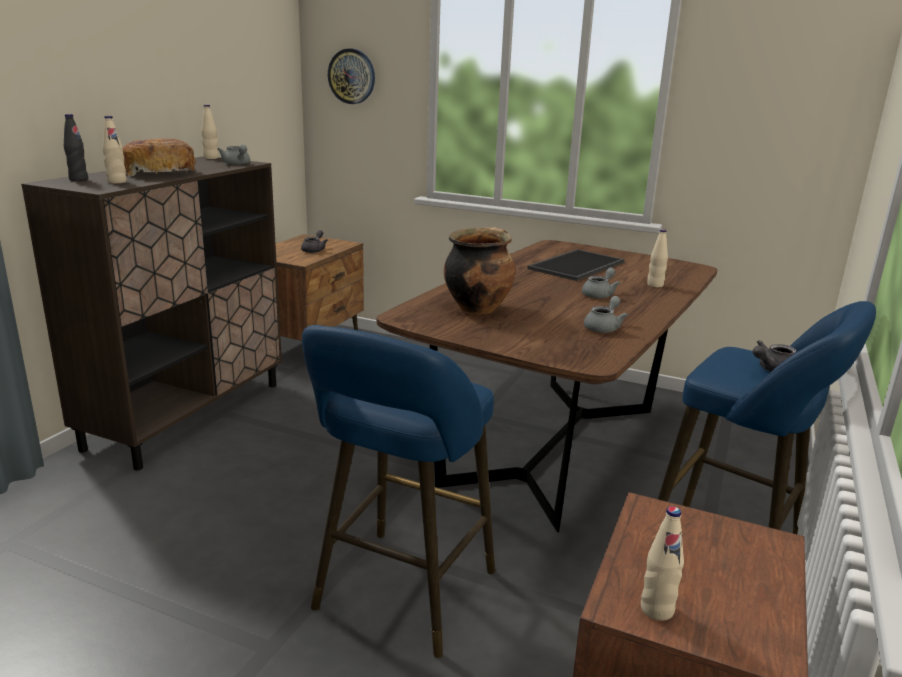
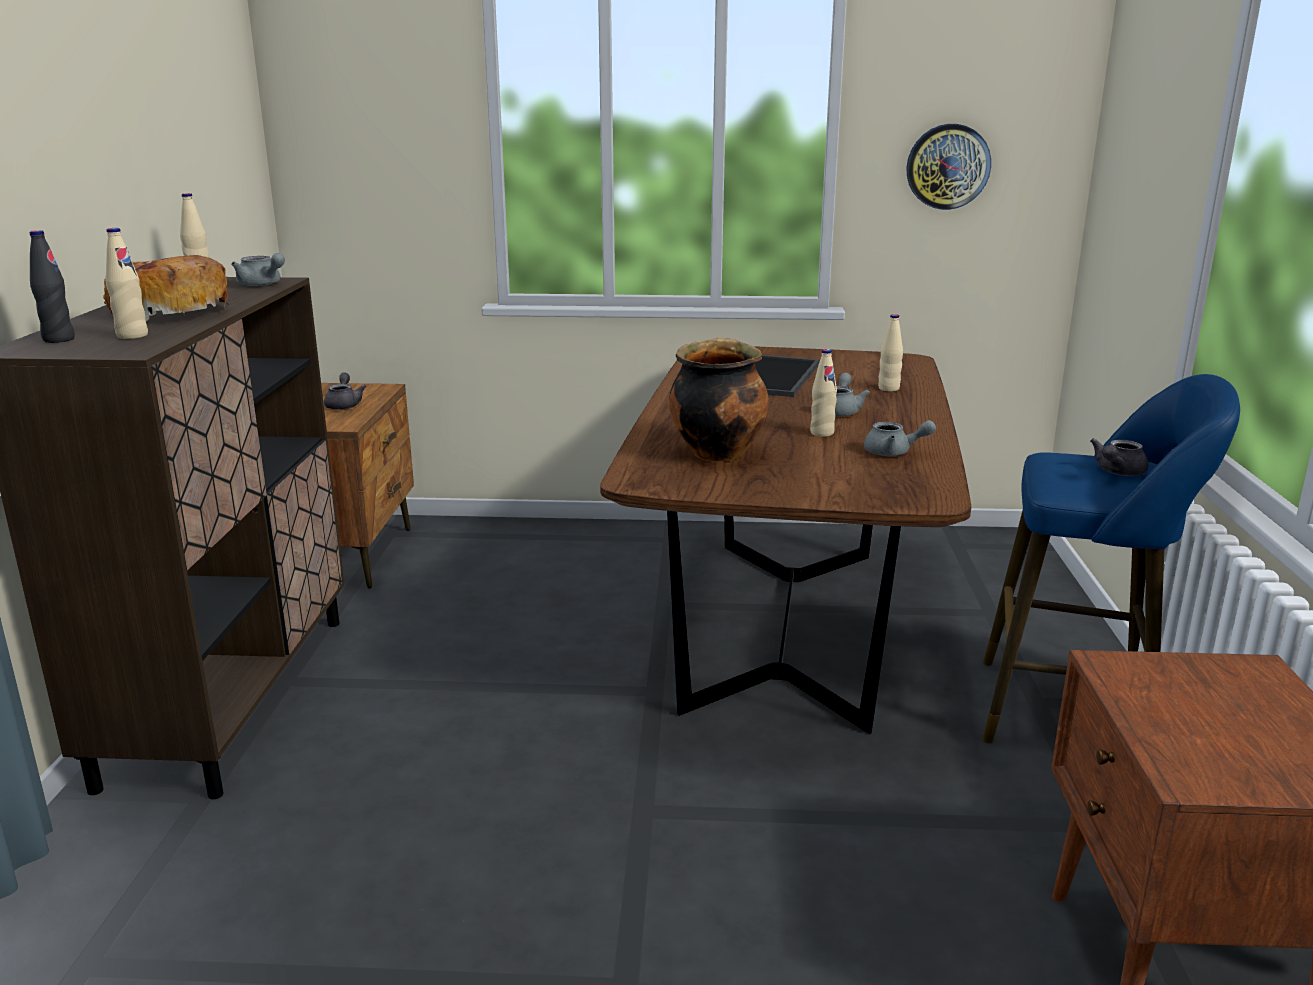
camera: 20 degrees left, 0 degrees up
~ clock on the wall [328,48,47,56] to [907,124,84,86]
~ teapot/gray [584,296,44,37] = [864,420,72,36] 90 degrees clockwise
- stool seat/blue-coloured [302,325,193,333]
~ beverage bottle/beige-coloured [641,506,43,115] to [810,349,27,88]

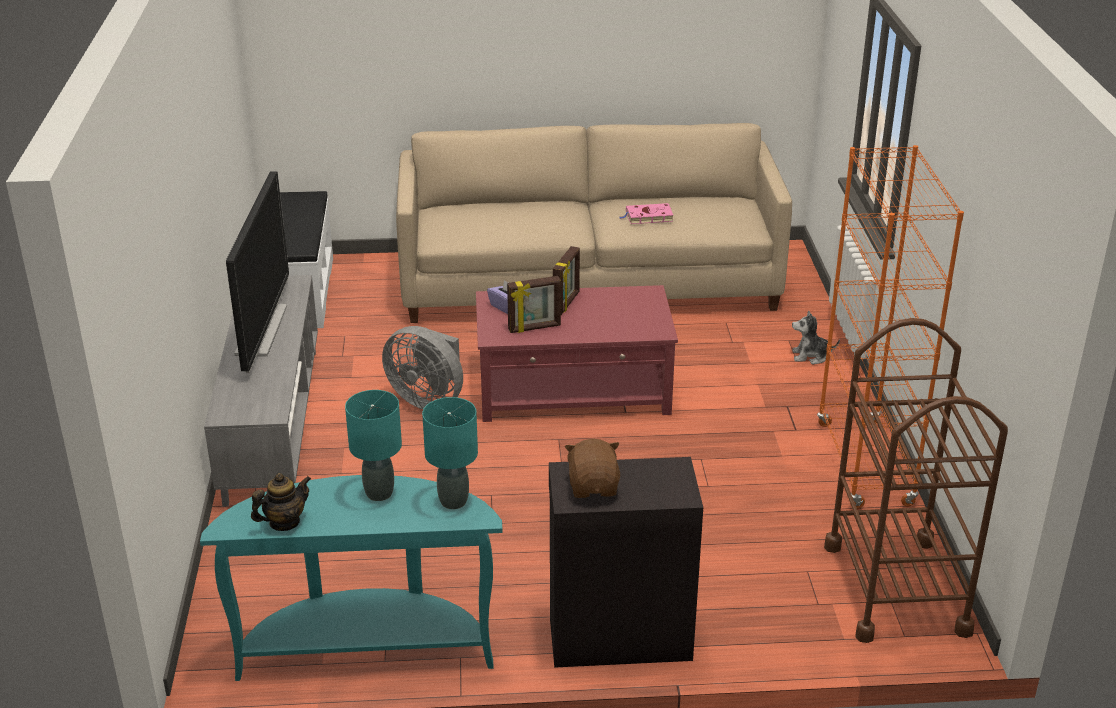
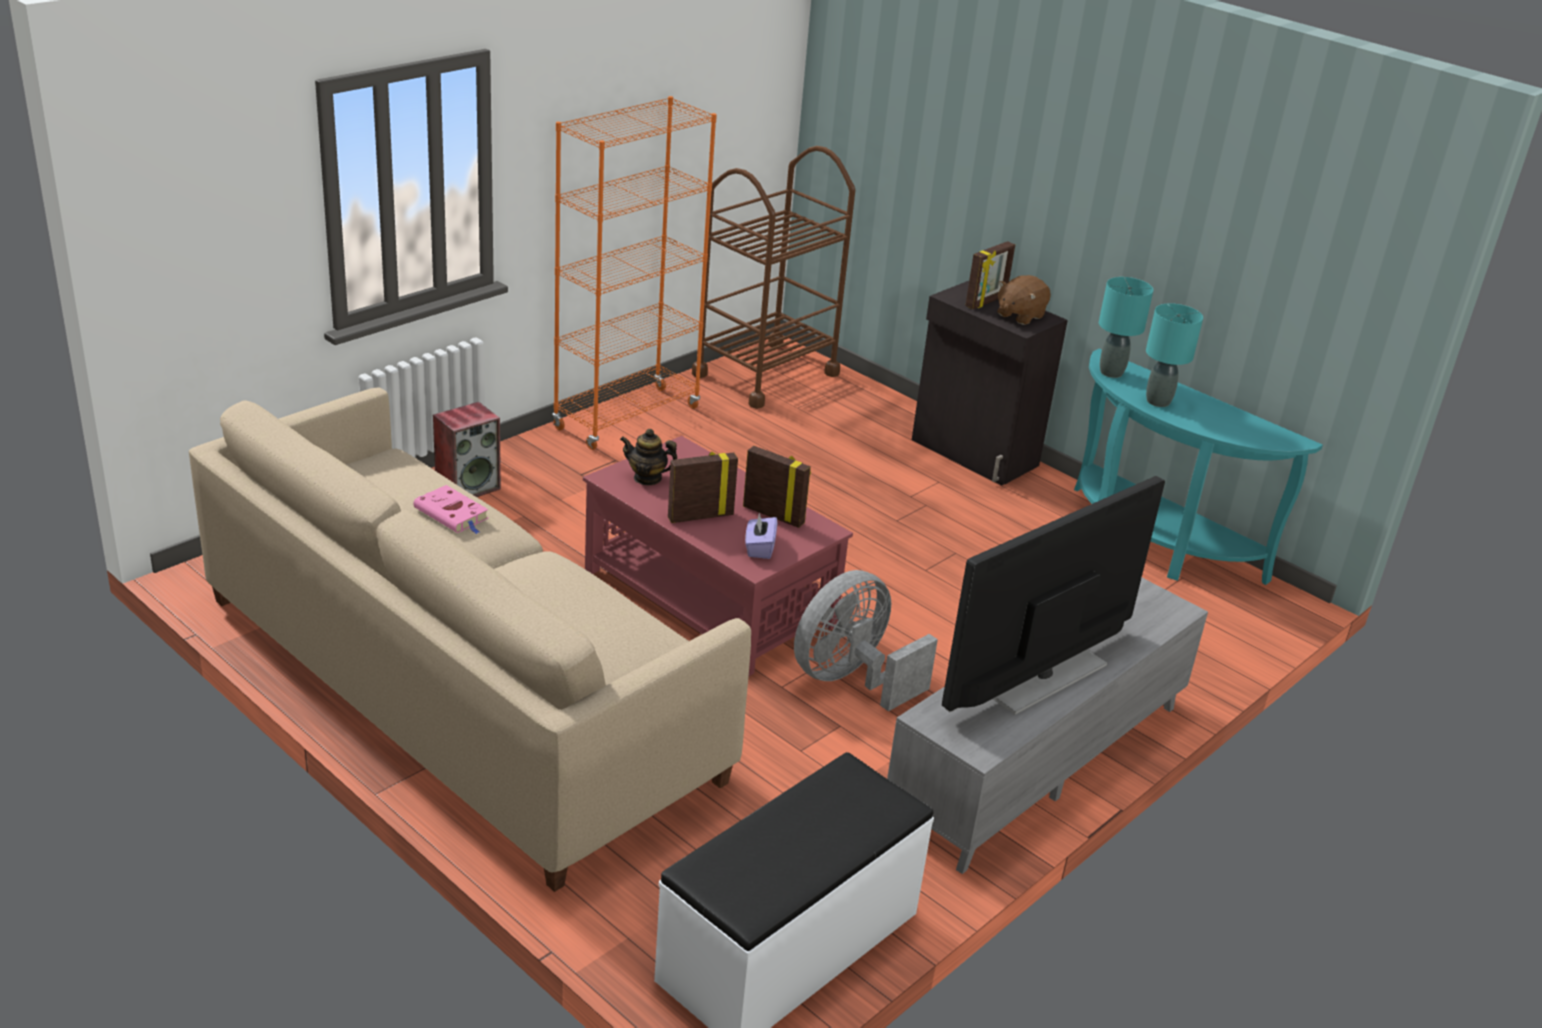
camera: 135 degrees left, 0 degrees up
~ plush toy [792,310,48,54] to speaker [433,402,68,95]
~ electric fan/gray [382,326,81,83] = [794,570,144,141] 120 degrees counterclockwise
~ teapot [251,473,60,58] to [620,429,57,56]
+ standing frame [965,241,50,68]

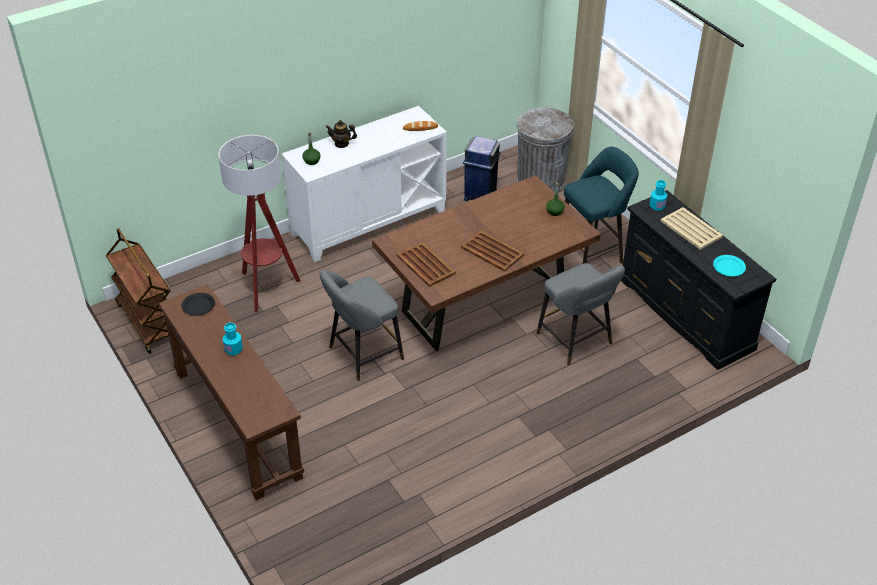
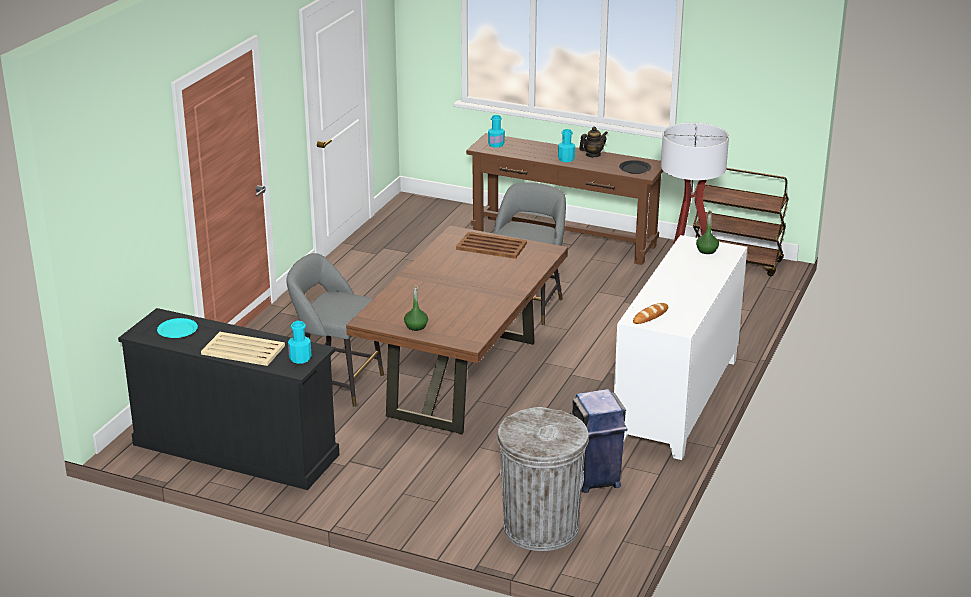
camera: 145 degrees right, 15 degrees down
~ teapot [326,120,31,28] to [579,126,29,31]
- stool seat/turquoise [564,147,75,117]
- tray/brown [461,230,63,42]
+ beverage bottle/turquoise [488,115,17,32]

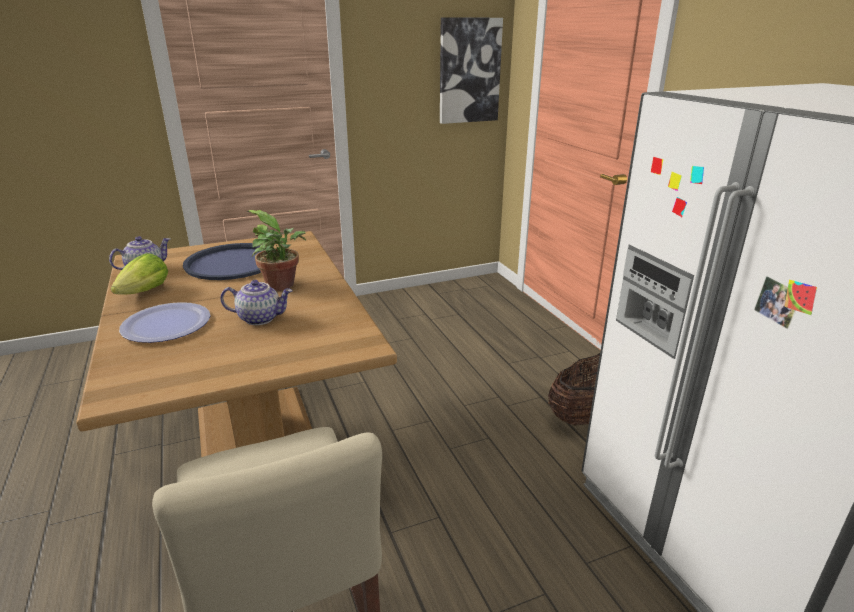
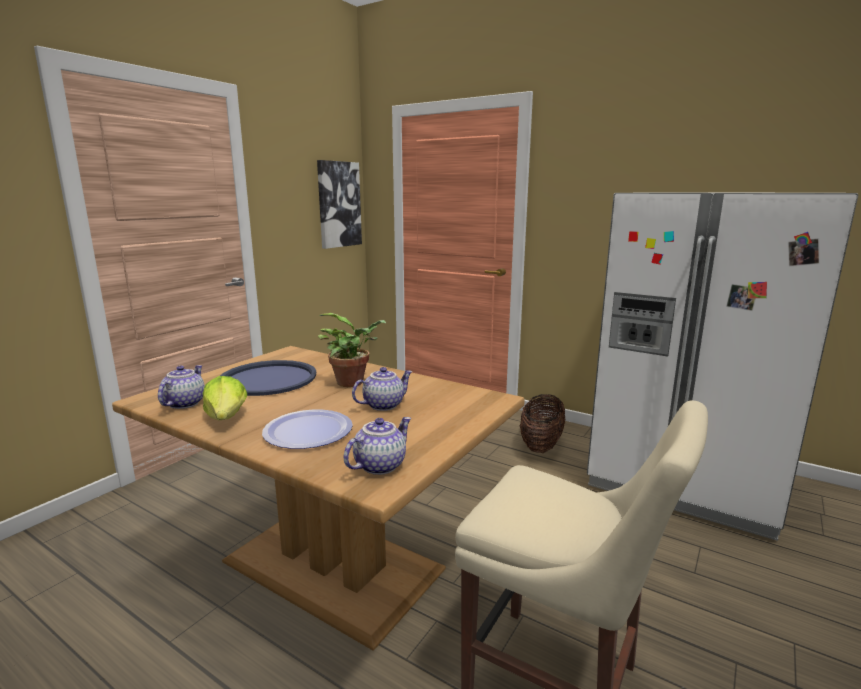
camera: 35 degrees left, 10 degrees down
+ teapot [344,417,67,58]

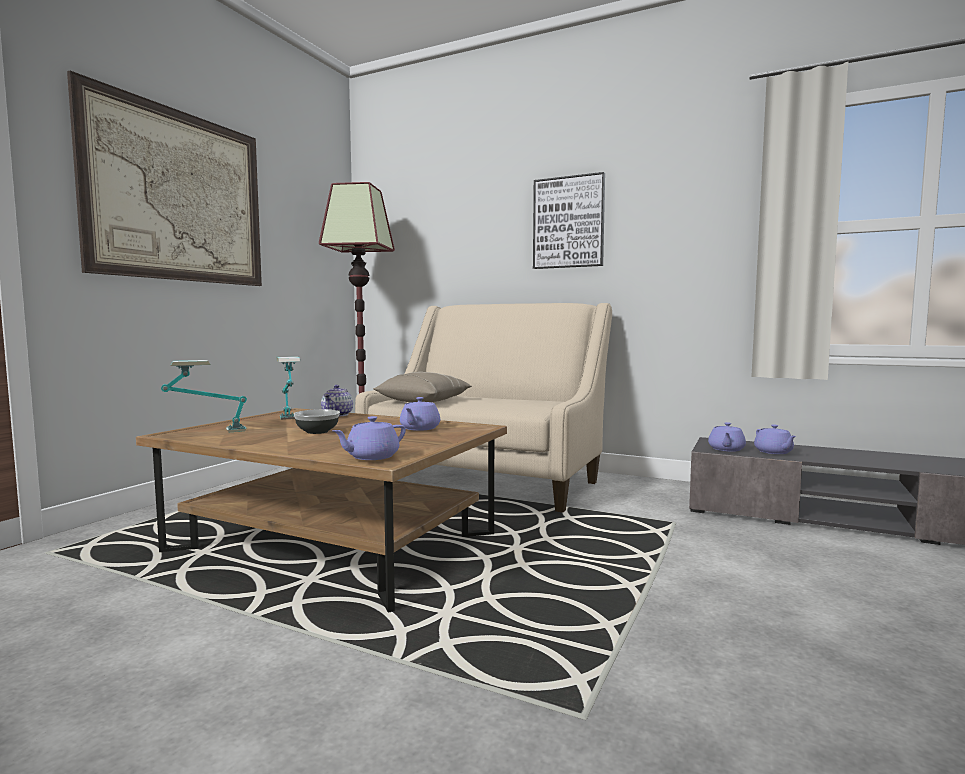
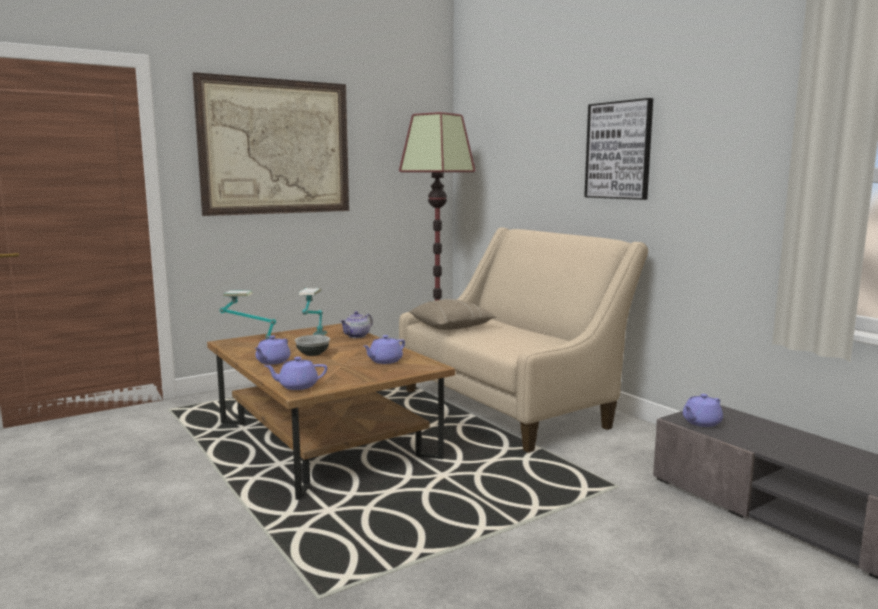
camera: 30 degrees right, 5 degrees up
~ teapot/purplish [754,424,42,30] to [255,336,35,29]

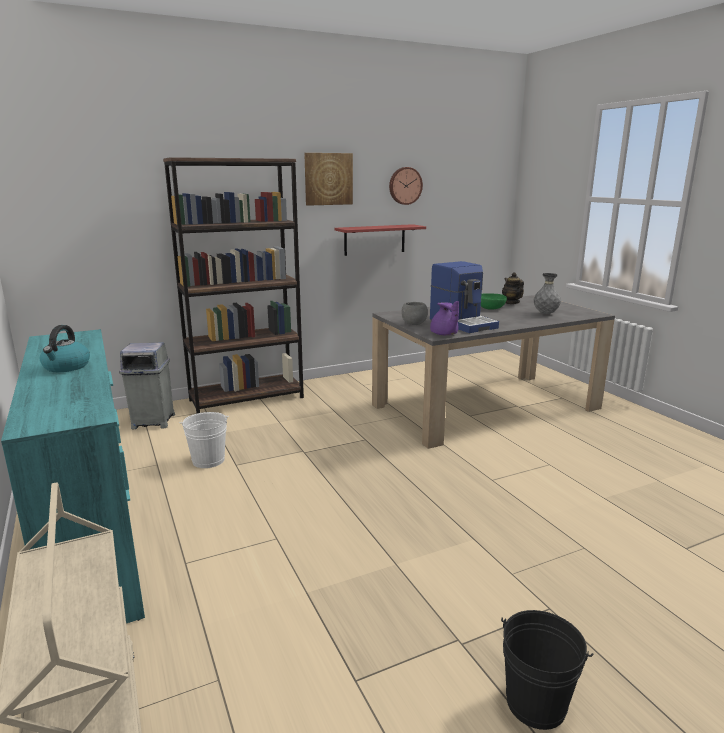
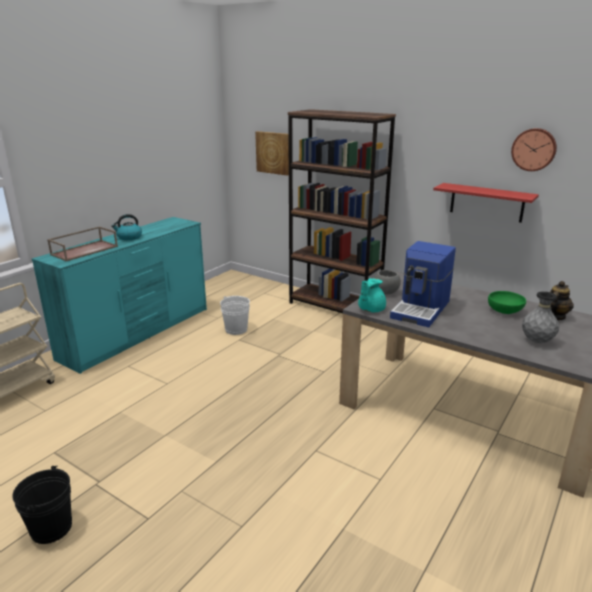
camera: 60 degrees right, 5 degrees up
~ picture [304,153,49,53] to [255,131,34,45]
~ teapot/purplish [430,301,29,34] to teapot/turquoise [358,278,28,34]
- waste bin/gray [119,342,56,87]
+ tray/brown [47,226,71,35]

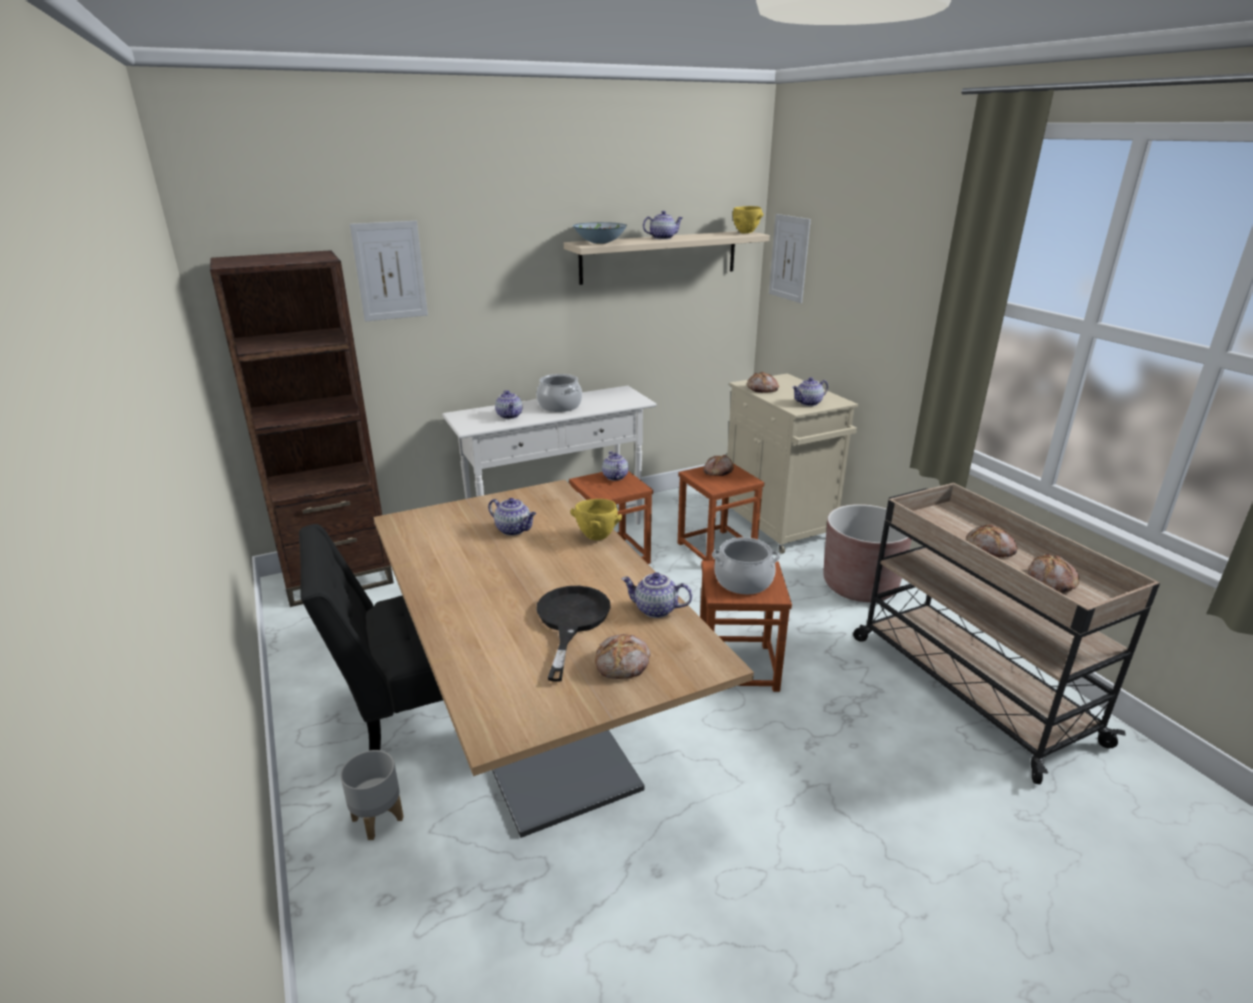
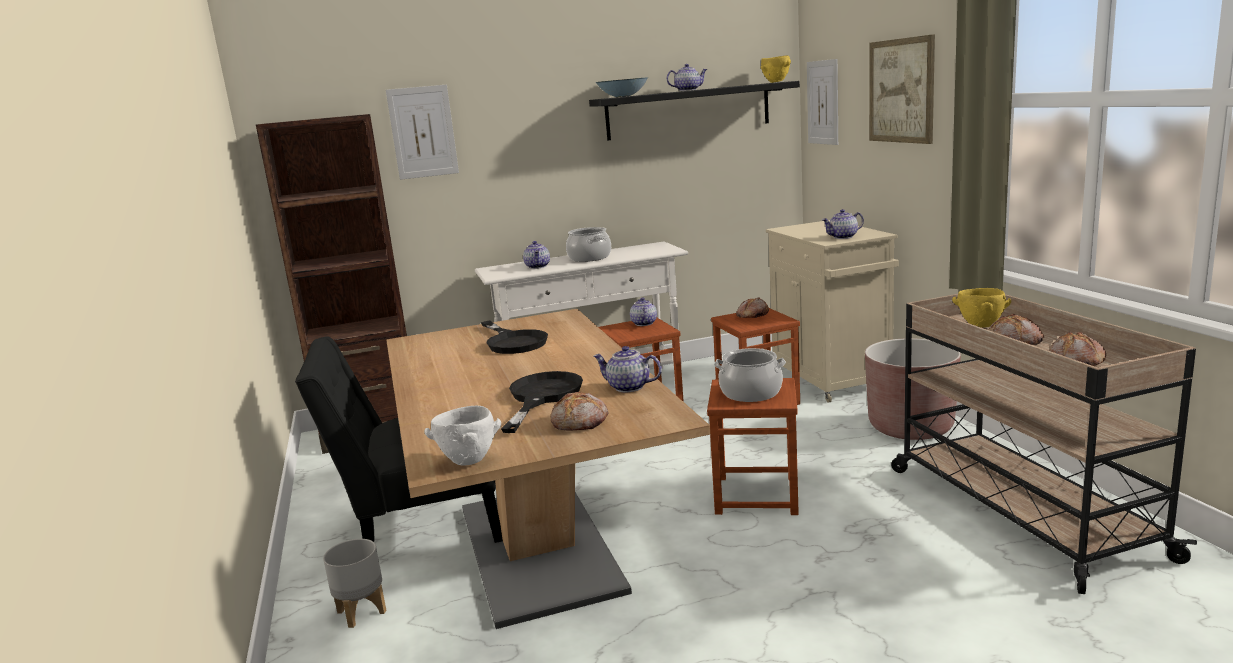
camera: 10 degrees right, 10 degrees down
~ wall shelf/beige-coloured [564,231,206,54] to wall shelf/black-coloured [589,81,211,60]
- bakery bread [747,372,32,21]
~ teapot [488,498,48,38] to skillet/black-coloured [481,320,67,34]
~ serving bowl/yellow-coloured [570,499,52,41] to [952,288,59,40]
+ picture [869,34,66,110]
+ serving bowl/white-coloured [424,406,77,59]

